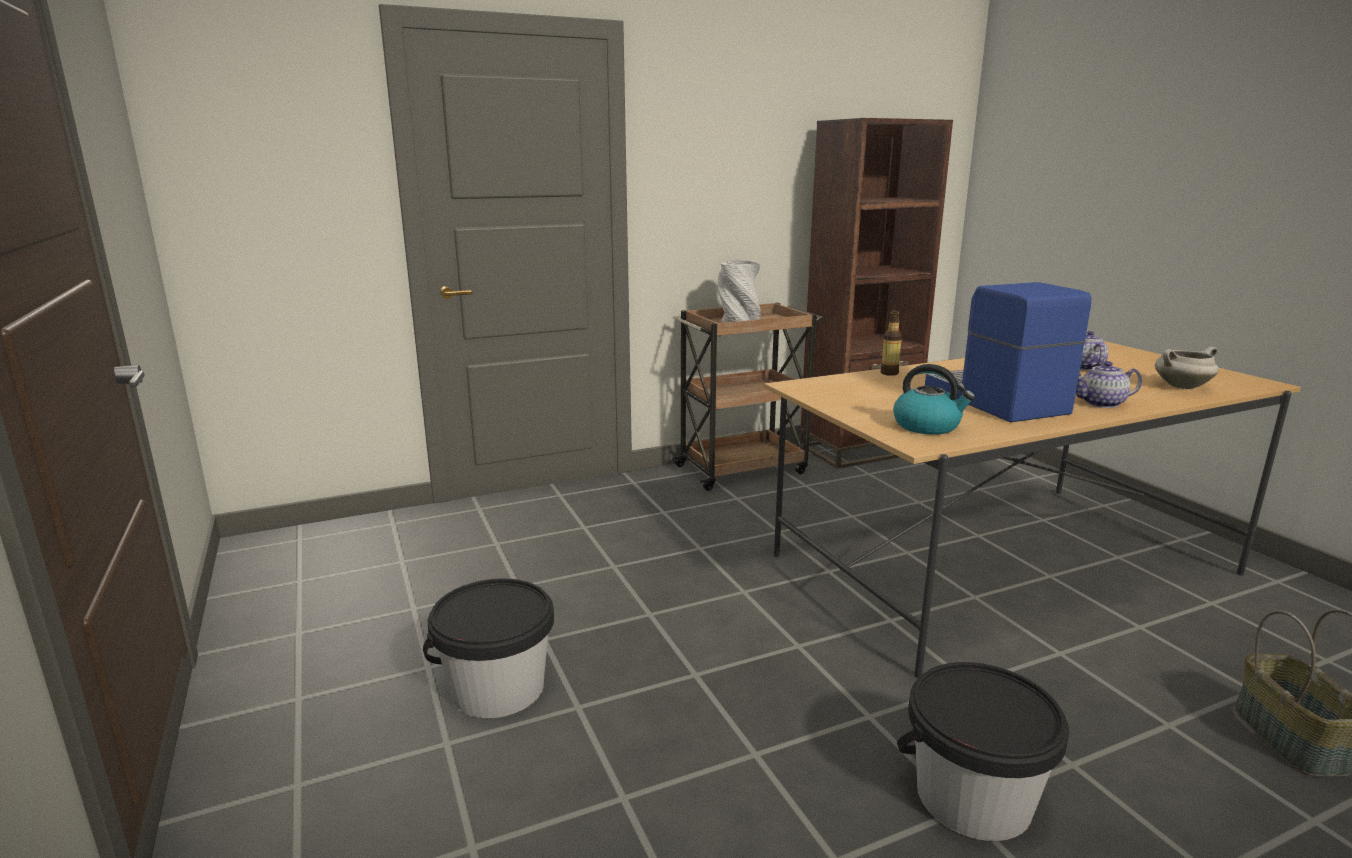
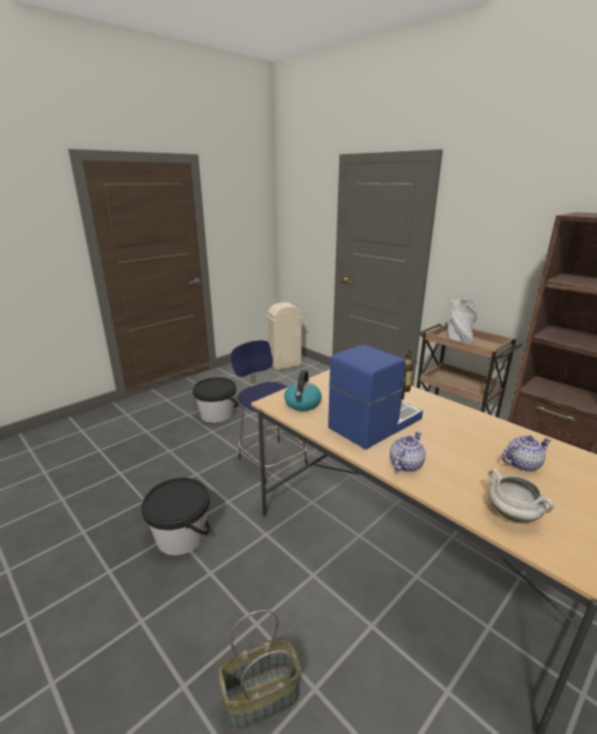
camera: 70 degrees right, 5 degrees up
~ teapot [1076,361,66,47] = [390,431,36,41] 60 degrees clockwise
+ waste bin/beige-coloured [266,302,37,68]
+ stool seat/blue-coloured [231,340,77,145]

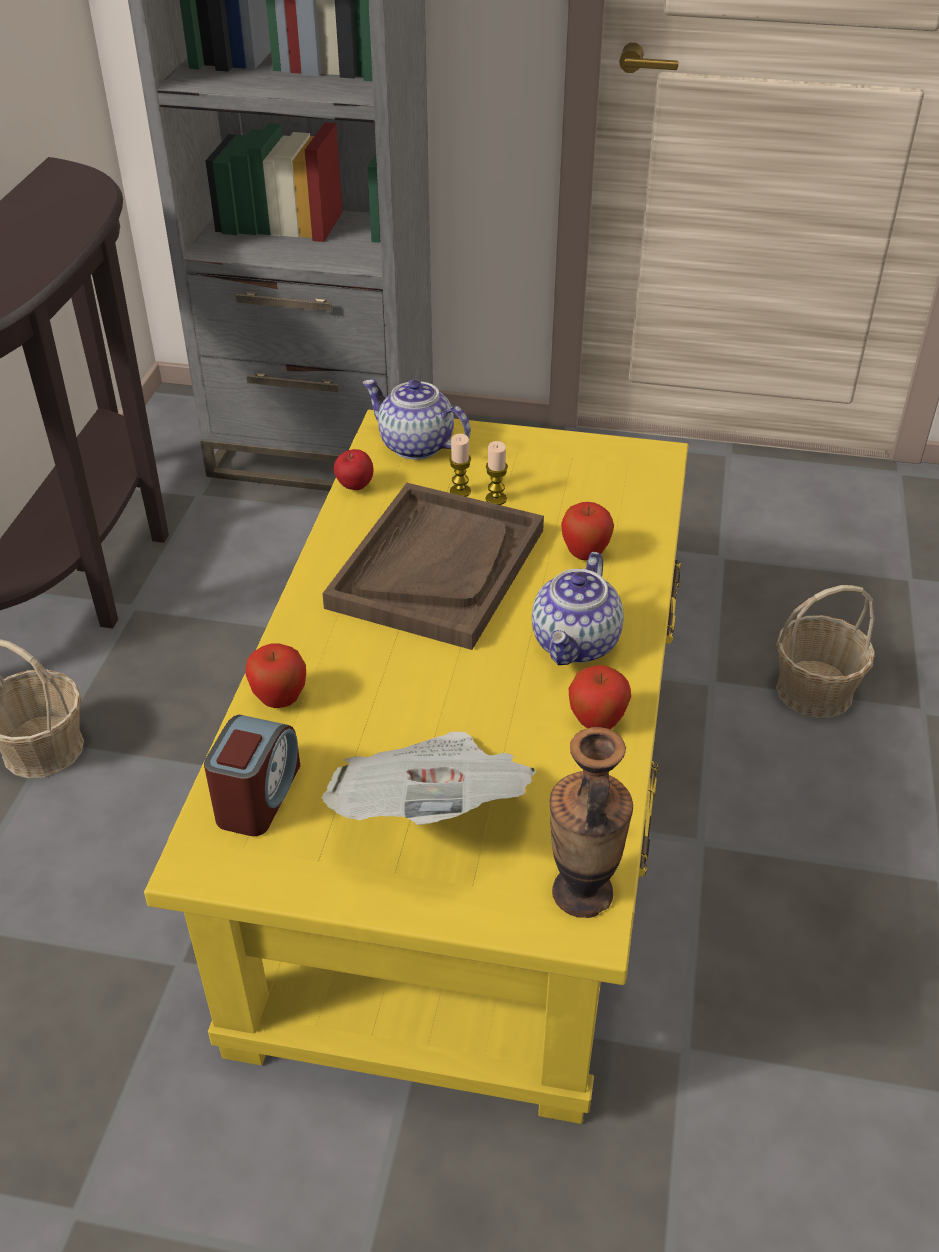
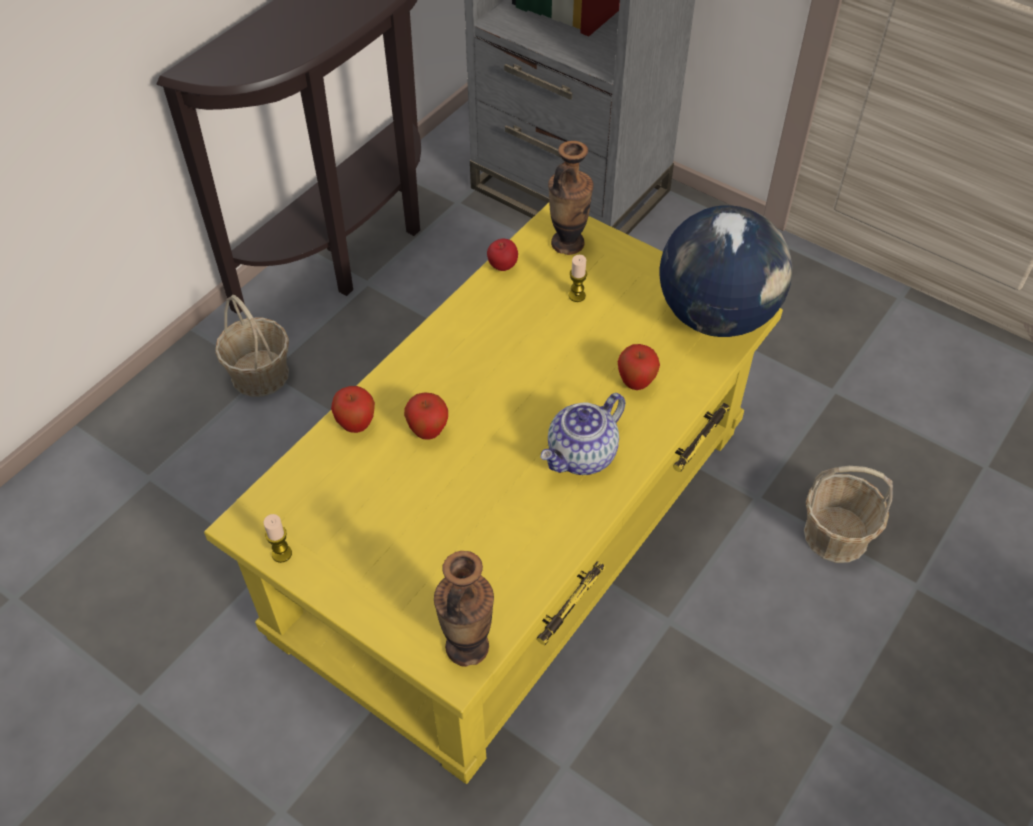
camera: 25 degrees right, 10 degrees up
~ teapot [362,379,109,81] to flower vase [548,141,45,114]
~ wax candle [485,441,23,64] to [264,514,28,49]
- tray/brown [322,483,222,167]
~ apple [569,665,62,64] to [404,392,44,48]
- alarm clock [204,714,96,122]
- newspaper [322,732,215,93]
+ world globe [660,205,132,132]

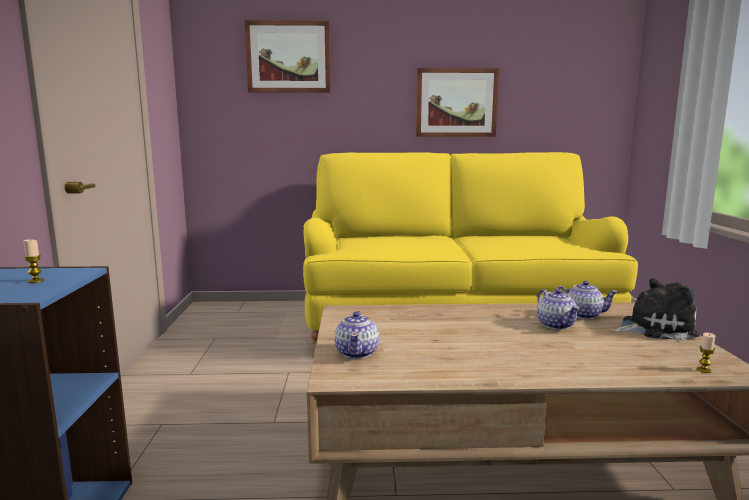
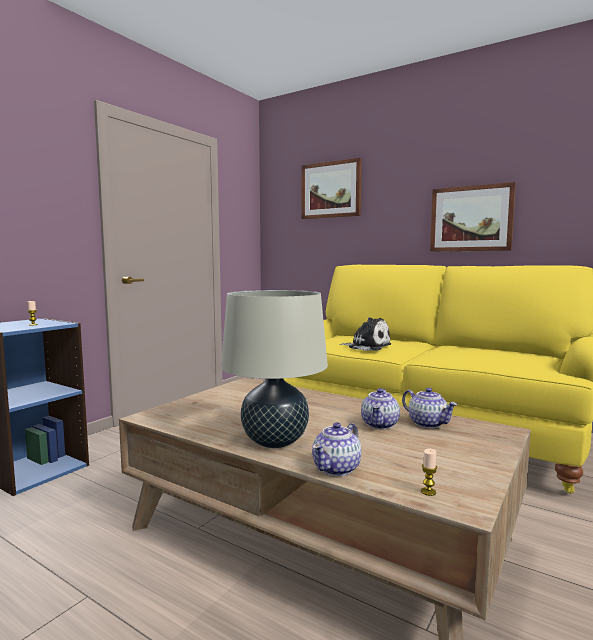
camera: 35 degrees right, 5 degrees down
~ plush toy [612,278,88,62] to [339,317,52,34]
~ teapot [335,311,44,48] to [312,422,49,54]
+ table lamp/beige-coloured [221,290,107,158]

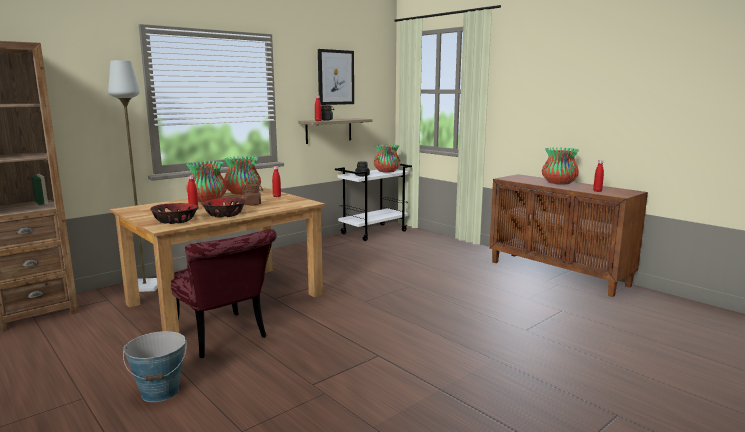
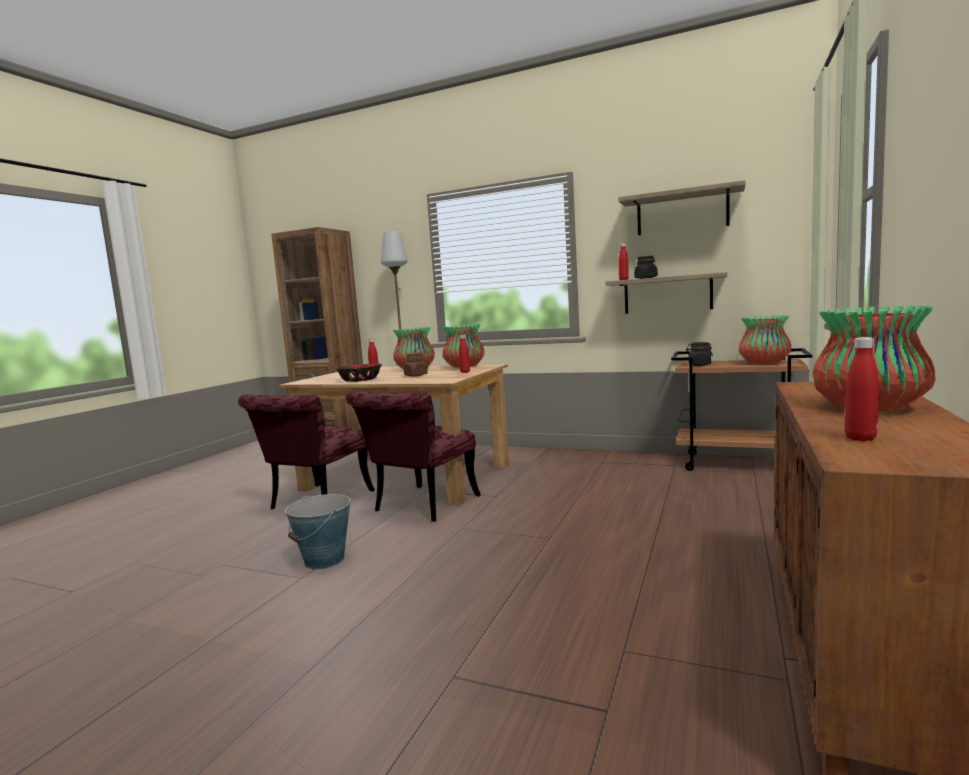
camera: 65 degrees right, 5 degrees down
~ picture [318,49,36,56] to wall shelf [618,180,128,55]
~ wheeled cart/white-coloured [335,164,77,77] to wheeled cart/brown [671,348,141,123]
- serving bowl [150,203,48,21]
~ pail [123,331,64,71] to [285,494,65,76]
+ chair/reddish [345,391,136,131]

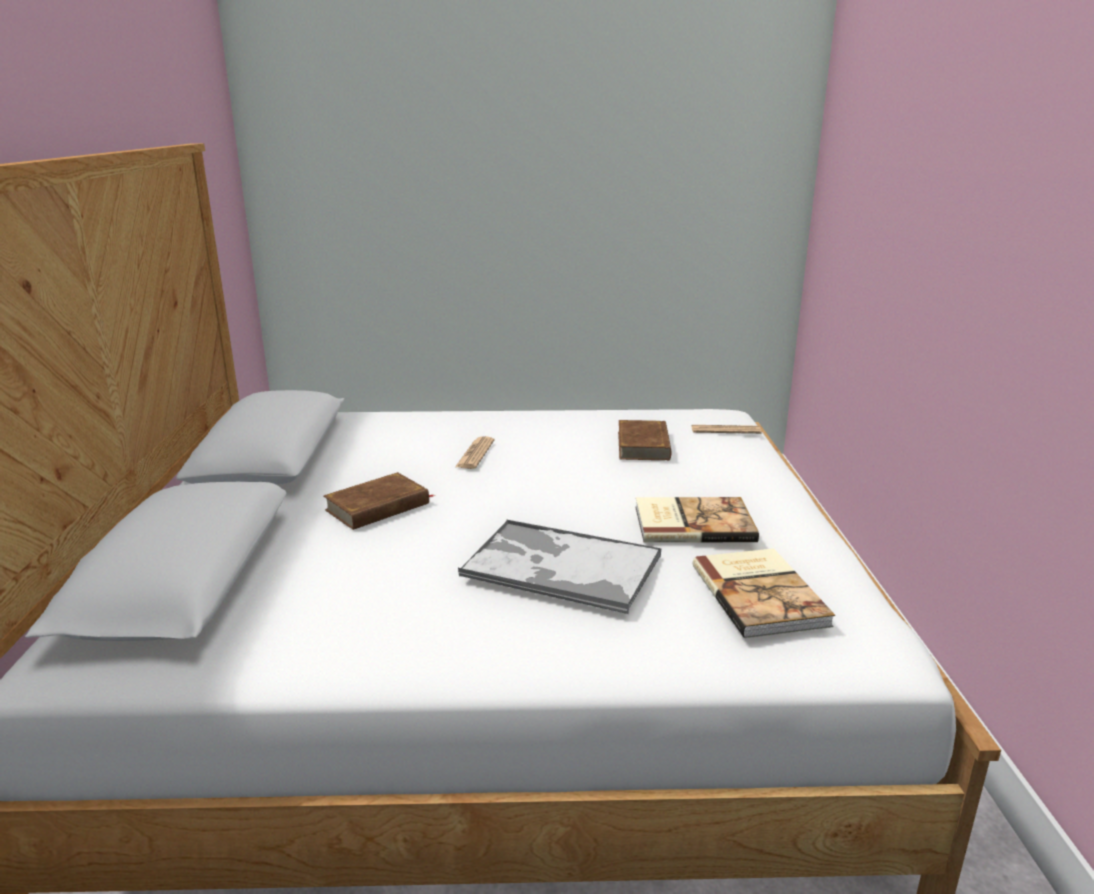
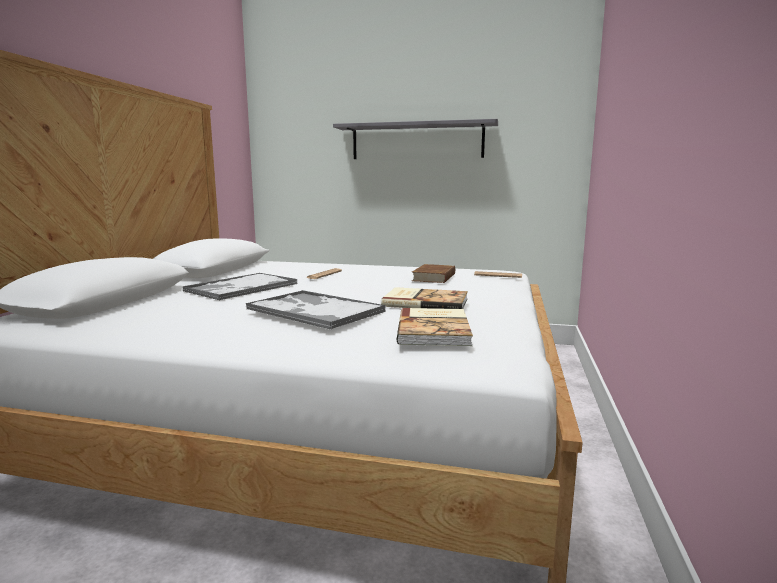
camera: 15 degrees right, 10 degrees down
~ volume/brown [324,472,110,58] to tray [183,273,114,27]
+ wall shelf/gray [333,119,165,40]

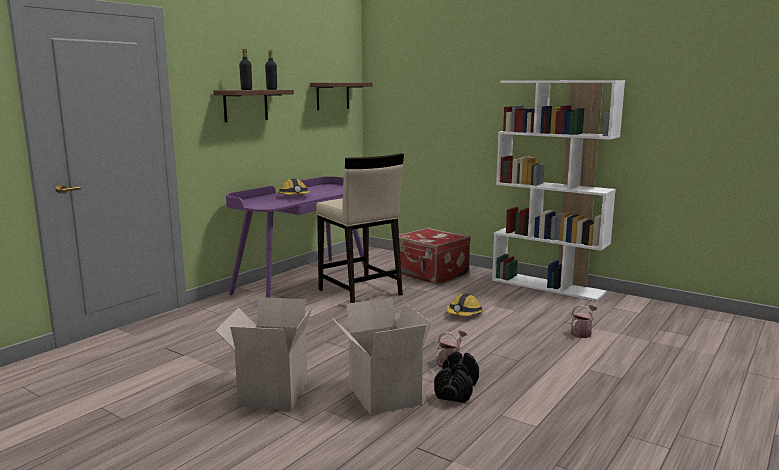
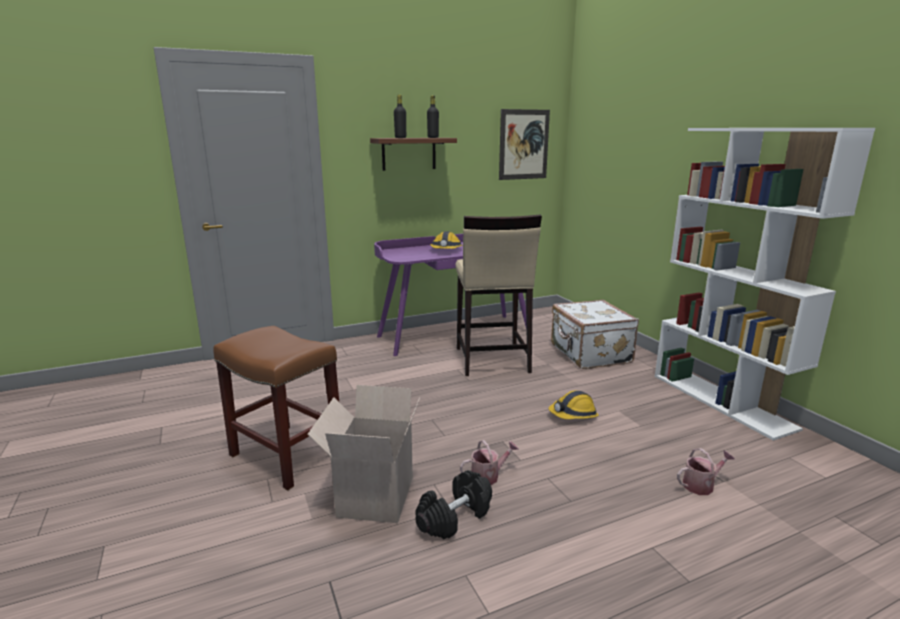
camera: 30 degrees right, 5 degrees up
~ wall shelf/brown [310,83,63,27] to picture [499,109,51,71]
~ suitcase/reddish [395,227,76,58] to suitcase/white-coloured [551,300,88,69]
~ cardboard box [215,297,98,113] to stool seat/brown [213,326,126,165]

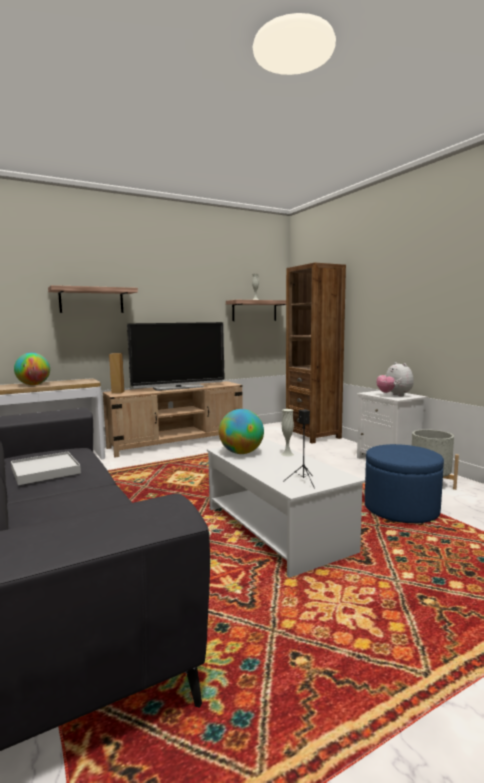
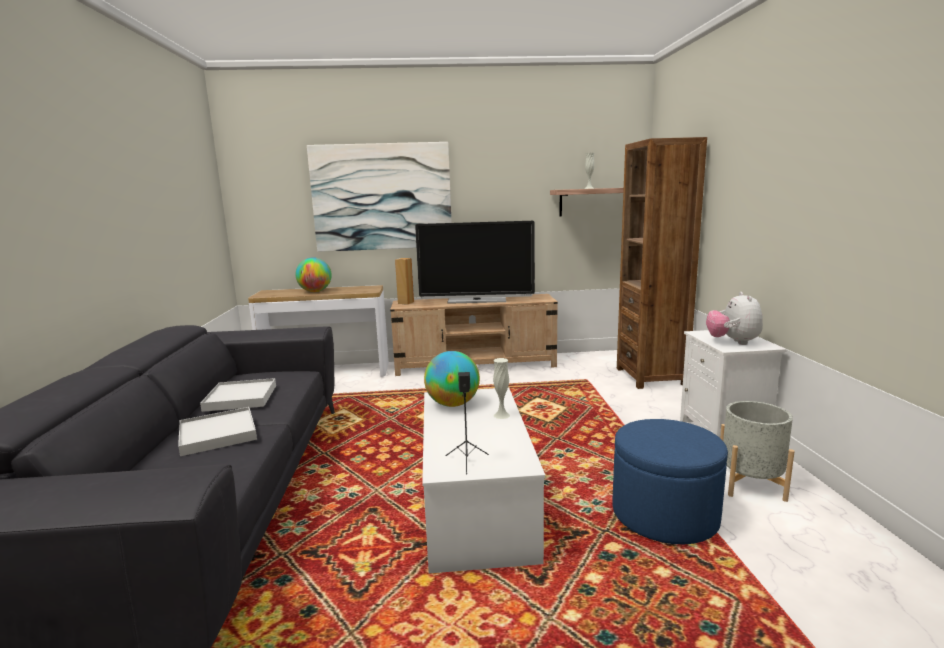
camera: 25 degrees right, 5 degrees up
~ wall shelf [48,285,90,28] to picture [307,142,145,110]
+ tray/white-coloured [178,407,79,49]

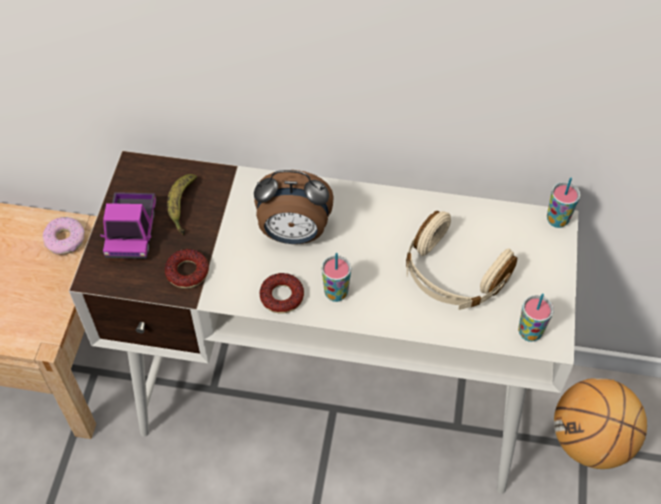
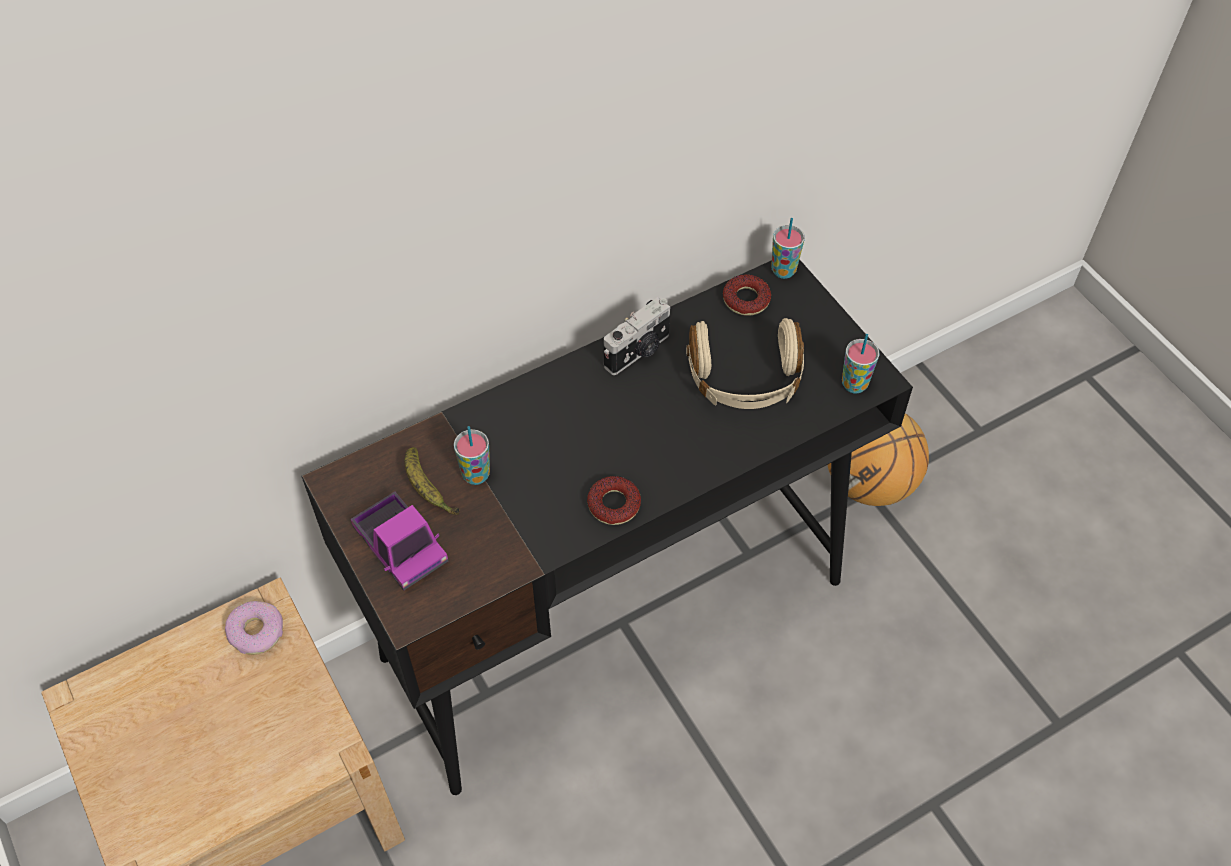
camera: 40 degrees left, 0 degrees up
~ desk/white-coloured [69,151,509,343] to desk/black-coloured [301,259,612,536]
- alarm clock [254,170,80,74]
~ doughnut [165,249,44,39] to [723,274,48,42]
~ cup [322,253,29,49] to [454,426,36,59]
+ photo camera [604,297,66,78]

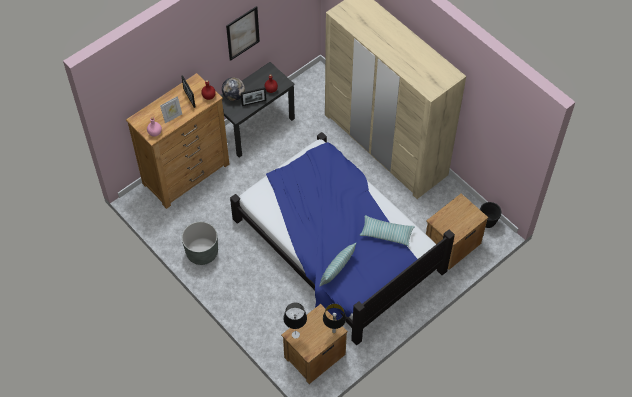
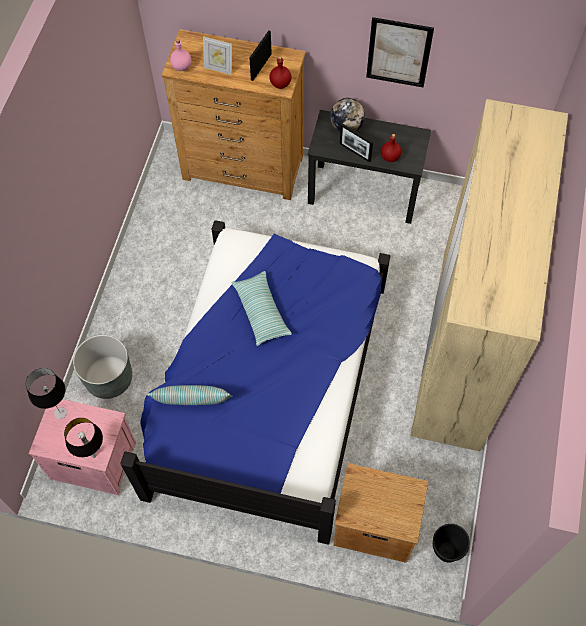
camera: 55 degrees right, 5 degrees up
~ throw pillow [360,215,55,31] to [231,271,61,75]
~ plant pot/gray [182,221,36,44] to [73,335,59,64]
~ night table/brown [281,304,67,80] to night table/pink [29,399,107,96]

